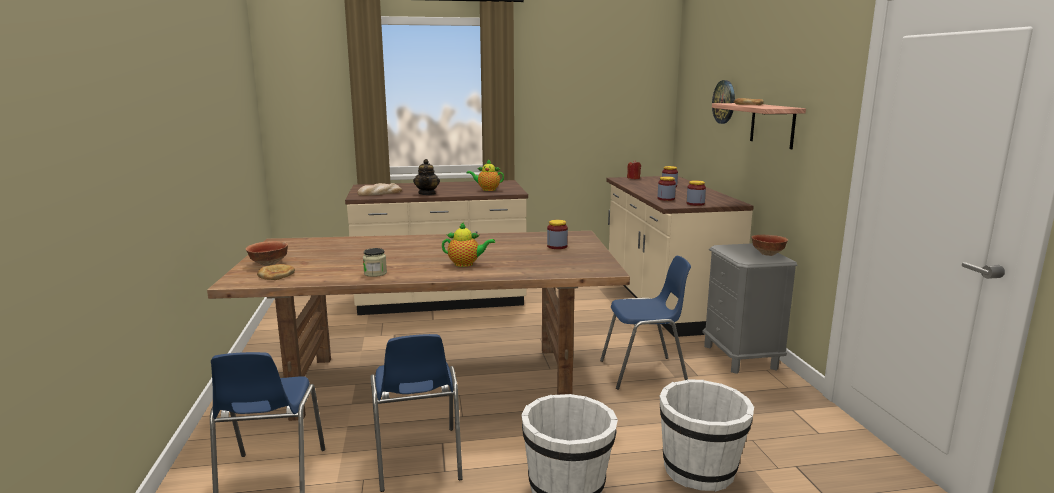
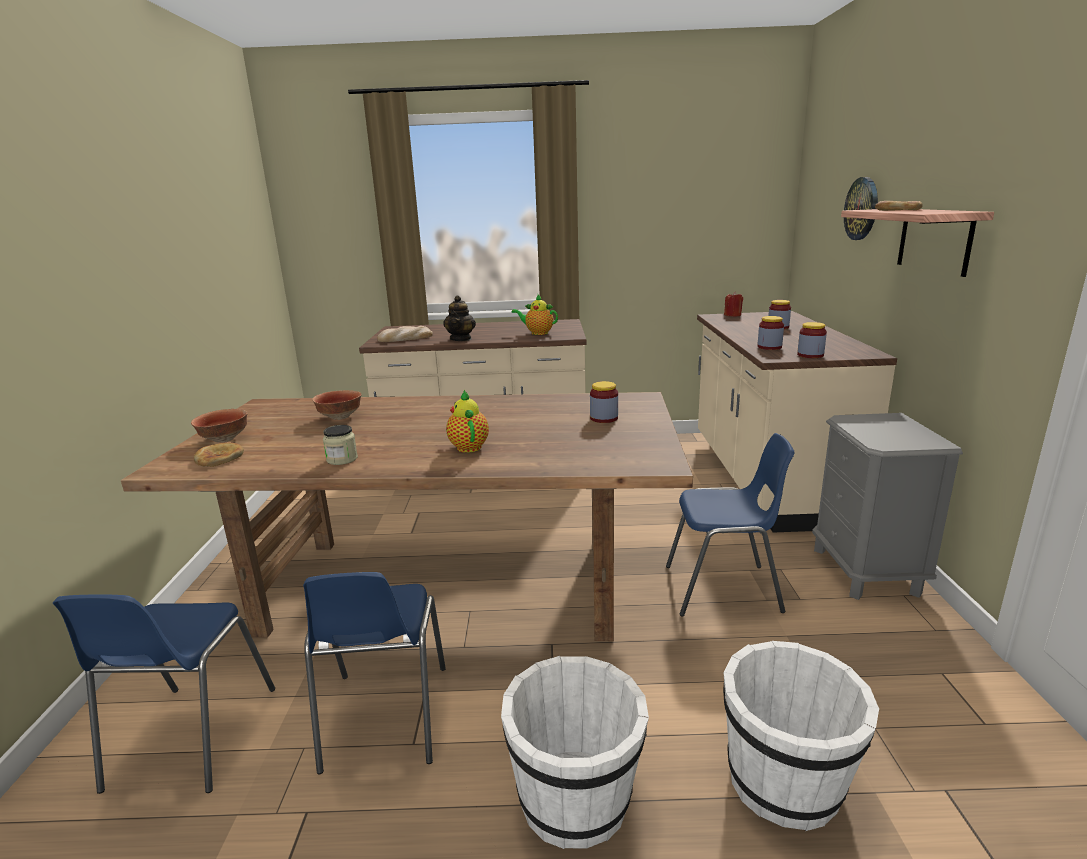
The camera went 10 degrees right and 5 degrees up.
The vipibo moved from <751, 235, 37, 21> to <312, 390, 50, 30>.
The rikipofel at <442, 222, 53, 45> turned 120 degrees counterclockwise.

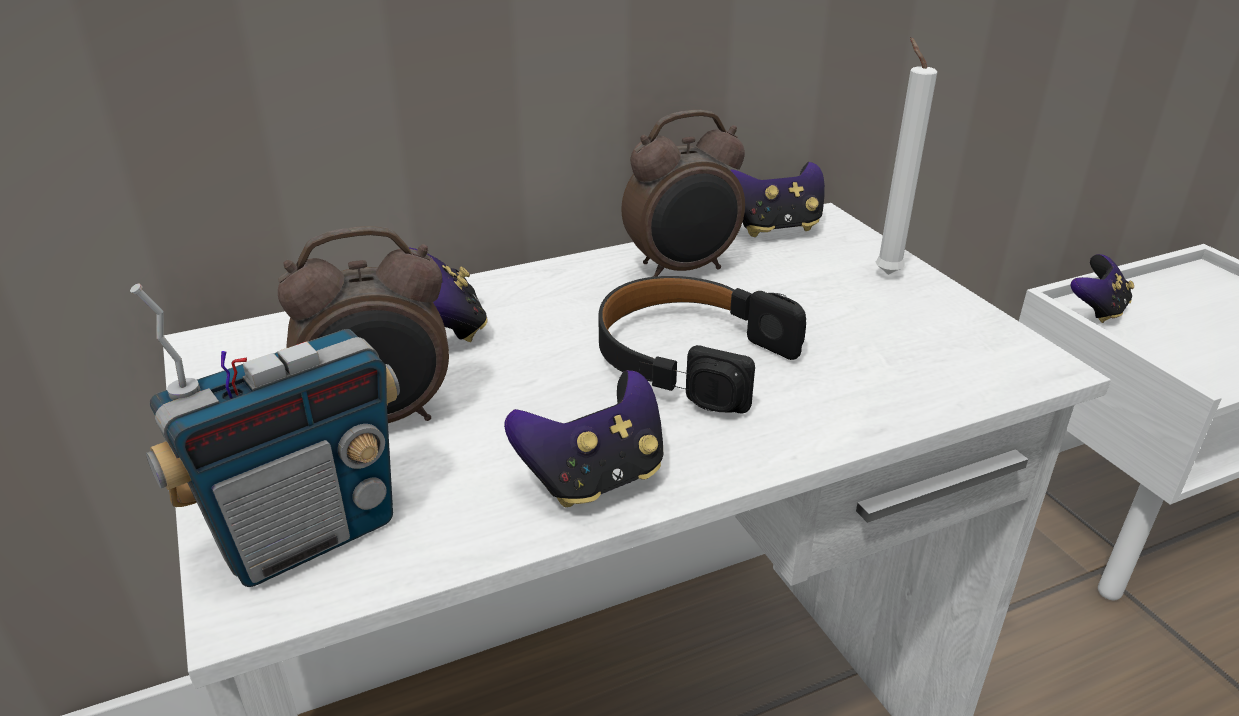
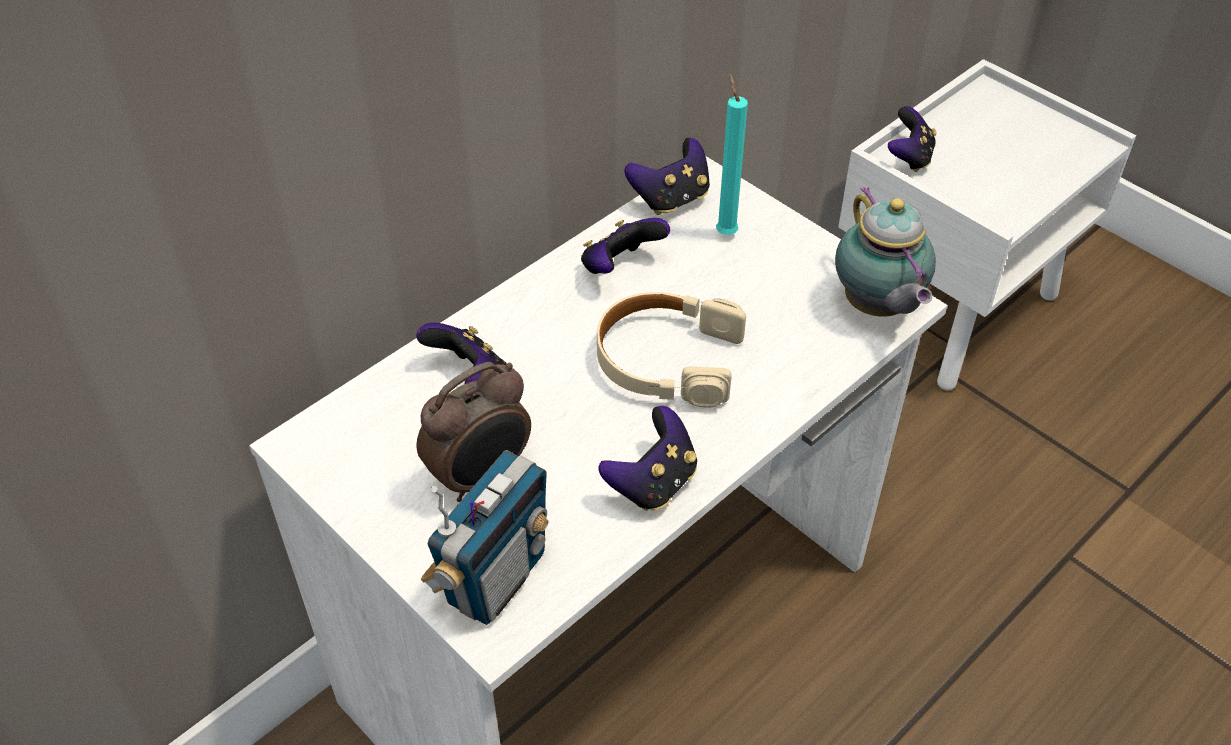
The camera went 20 degrees left and 15 degrees up.
The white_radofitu at <875, 37, 62, 238> disappeared.
The turquoise_radofitu at <716, 74, 32, 161> appeared.
The rikipofel at <835, 187, 101, 130> appeared.
The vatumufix at <621, 110, 124, 167> was replaced by the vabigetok at <581, 218, 89, 56>.
The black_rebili at <598, 276, 208, 137> became the beige_rebili at <597, 292, 149, 115>.

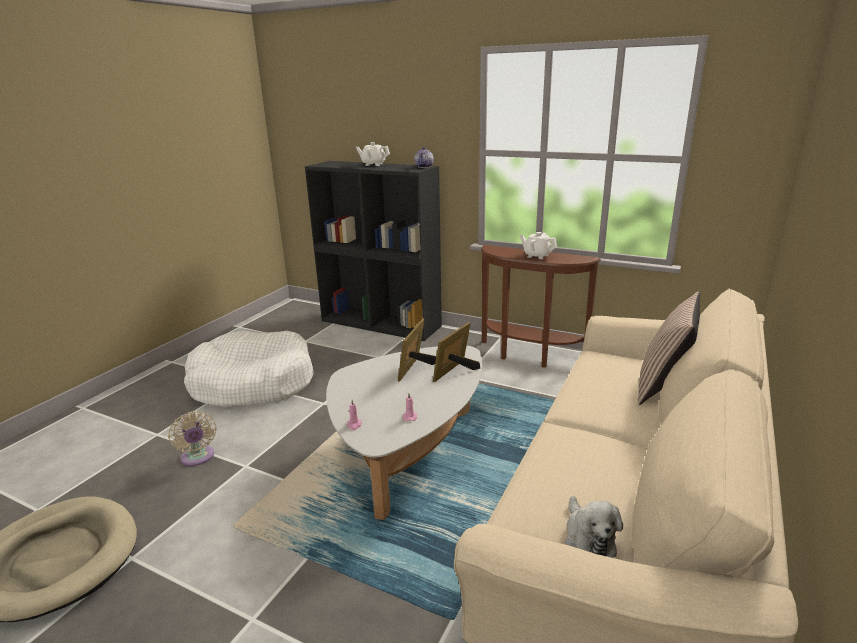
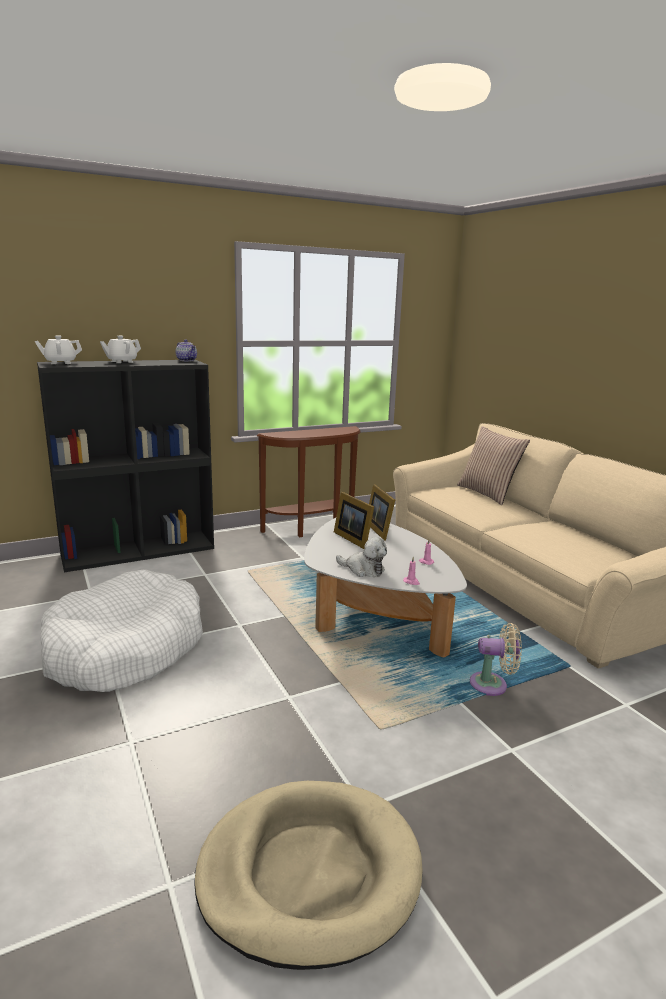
The camera went 55 degrees left and 5 degrees down.
The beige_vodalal moved from <168, 411, 49, 55> to <470, 623, 52, 73>.
The white_rikipofel moved from <520, 232, 37, 27> to <35, 335, 47, 29>.
The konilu moved from <565, 496, 58, 62> to <336, 537, 51, 40>.

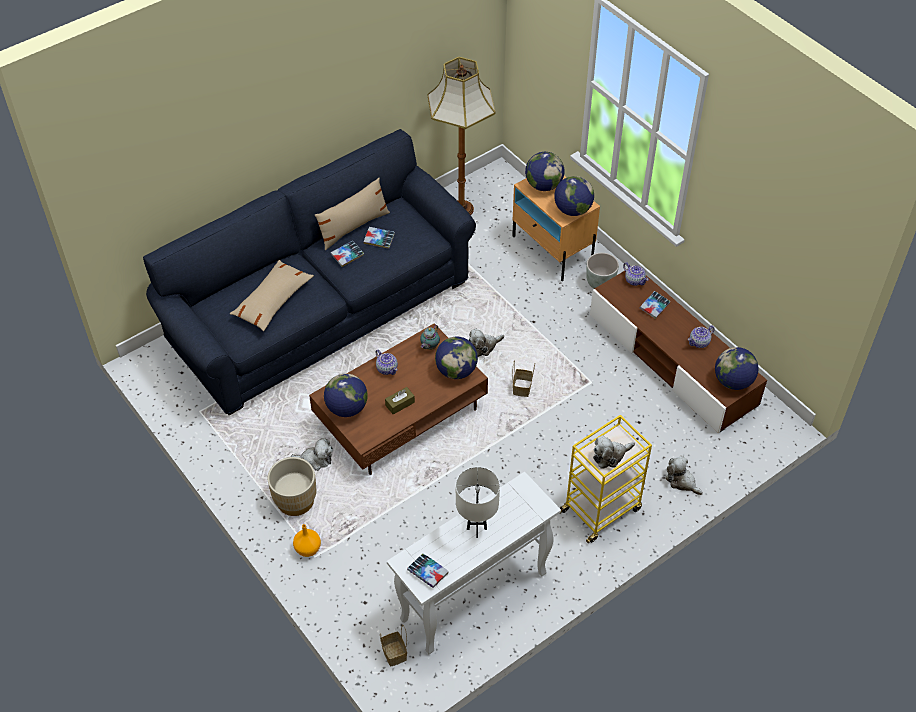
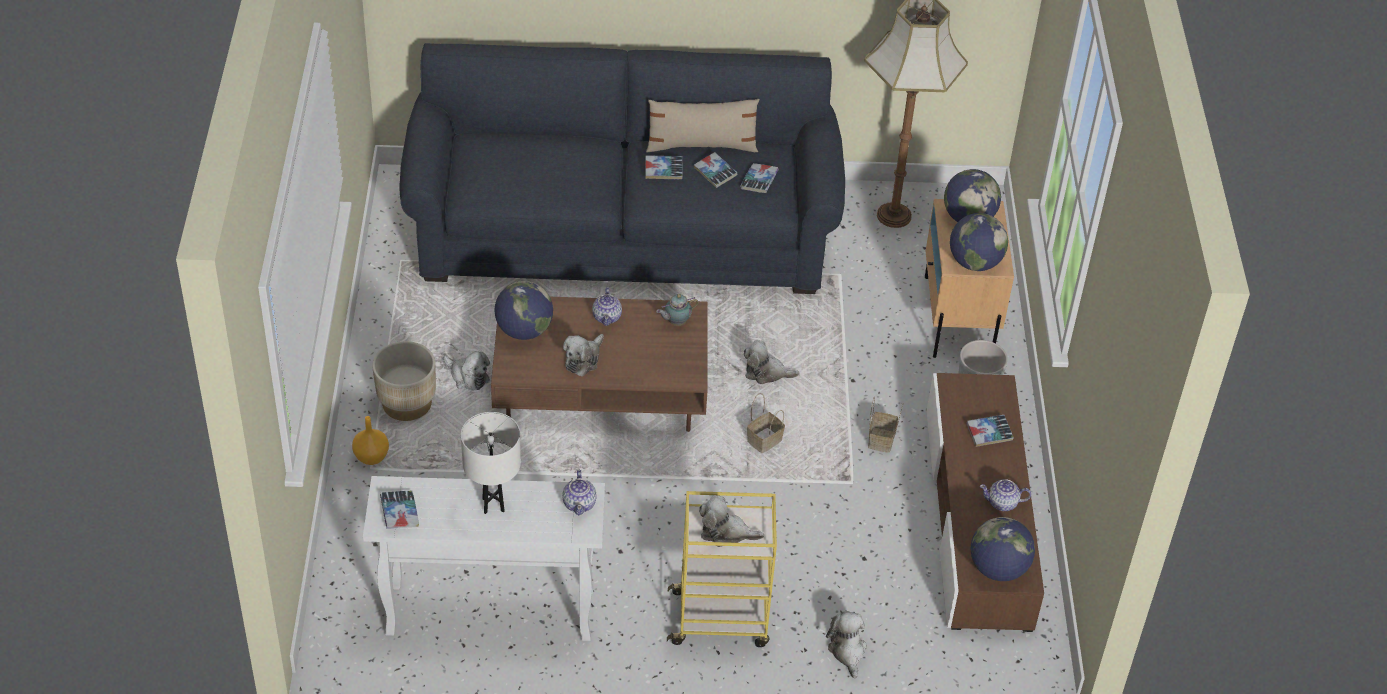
The camera went 35 degrees right and 5 degrees down.
The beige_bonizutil at <230, 260, 84, 71> disappeared.
The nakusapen at <435, 337, 43, 42> disappeared.
The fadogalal at <740, 163, 38, 30> appeared.
The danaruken moved from <380, 625, 27, 42> to <868, 397, 36, 56>.
The rikipofel moved from <623, 262, 26, 24> to <562, 470, 35, 45>.
The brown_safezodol at <385, 387, 30, 28> was replaced by the konilu at <563, 334, 41, 43>.

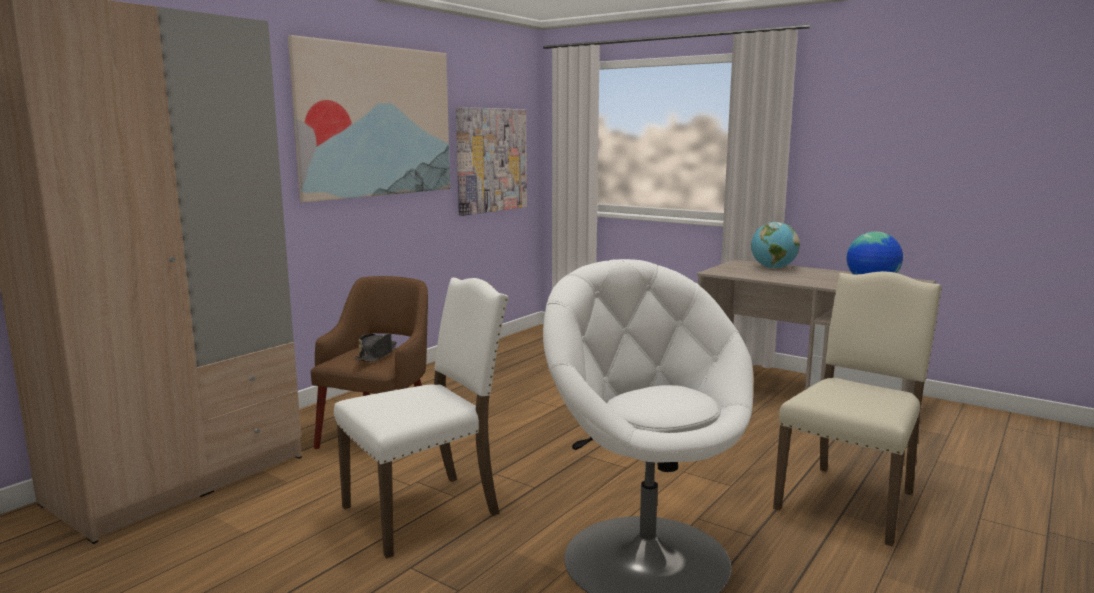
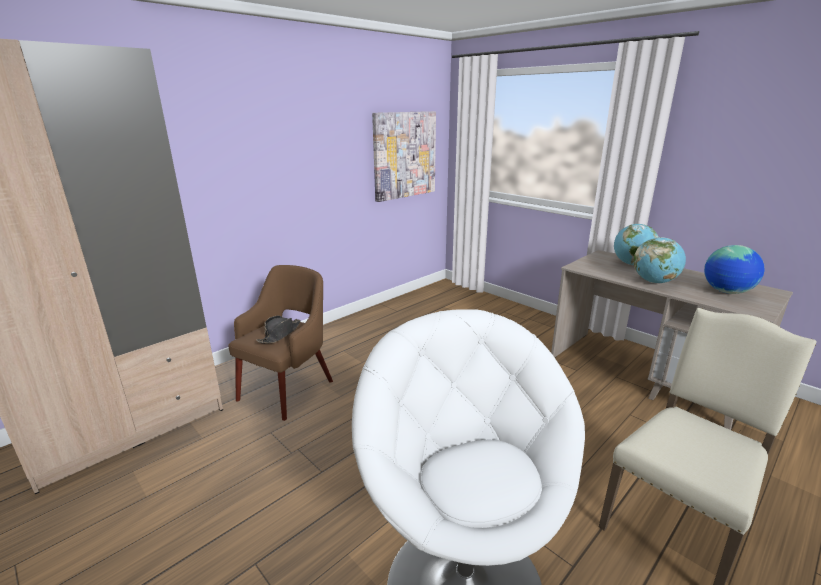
The camera went 10 degrees right and 10 degrees up.
The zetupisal at <288, 35, 162, 167> disappeared.
The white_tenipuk at <334, 278, 175, 280> disappeared.
The nakusapen at <634, 237, 52, 47> appeared.

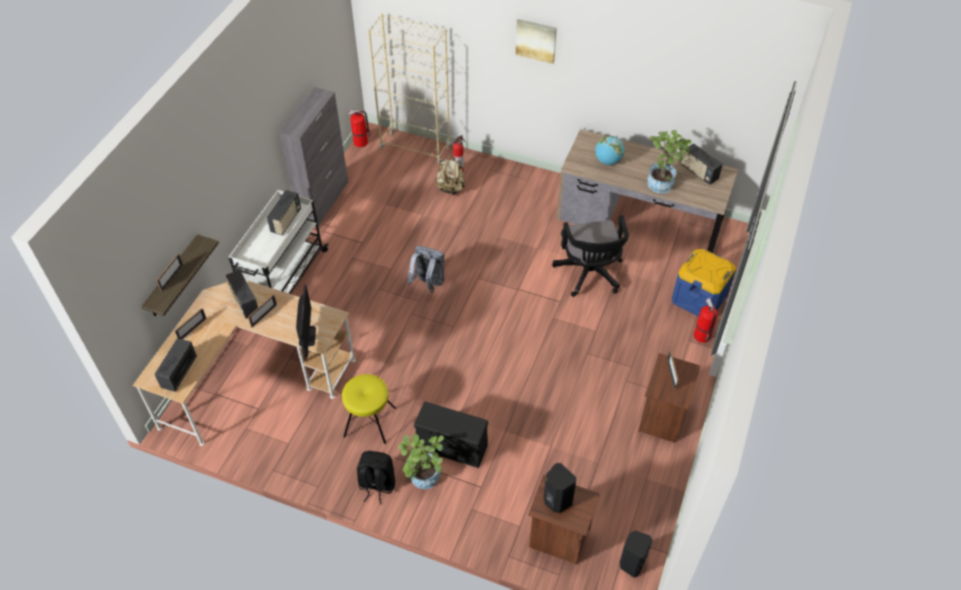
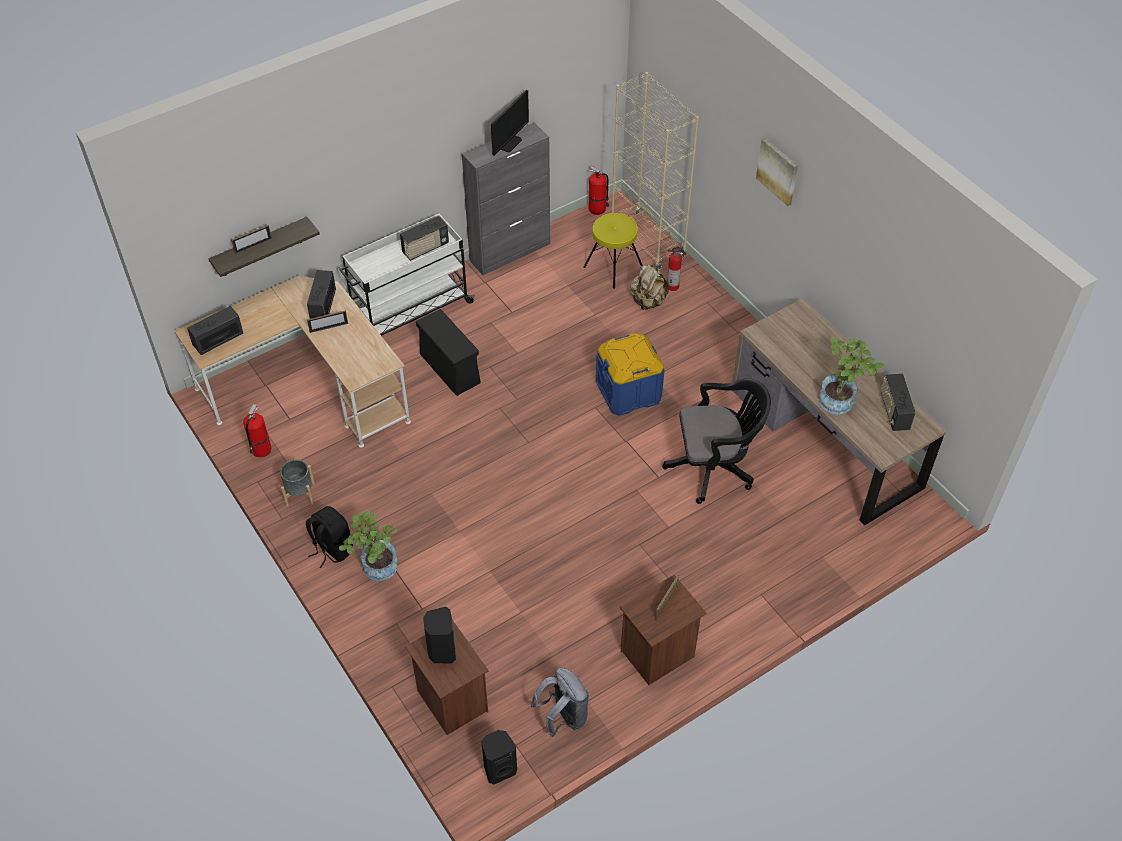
The camera went 35 degrees right and 0 degrees up.
The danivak at <175, 308, 32, 31> disappeared.
The nakusapen at <595, 136, 29, 29> disappeared.
The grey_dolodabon at <280, 459, 35, 47> appeared.
The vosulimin moved from <296, 285, 20, 72> to <491, 90, 38, 66>.
The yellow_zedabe moved from <342, 374, 54, 70> to <583, 213, 60, 76>.
The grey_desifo moved from <407, 246, 38, 47> to <531, 668, 58, 69>.
The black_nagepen moved from <414, 402, 74, 66> to <416, 309, 65, 87>.
The blue_nagepen moved from <672, 249, 64, 68> to <596, 333, 68, 83>.
The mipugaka moved from <694, 298, 24, 45> to <243, 404, 29, 53>.
The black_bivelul at <552, 215, 77, 82> turned 120 degrees counterclockwise.

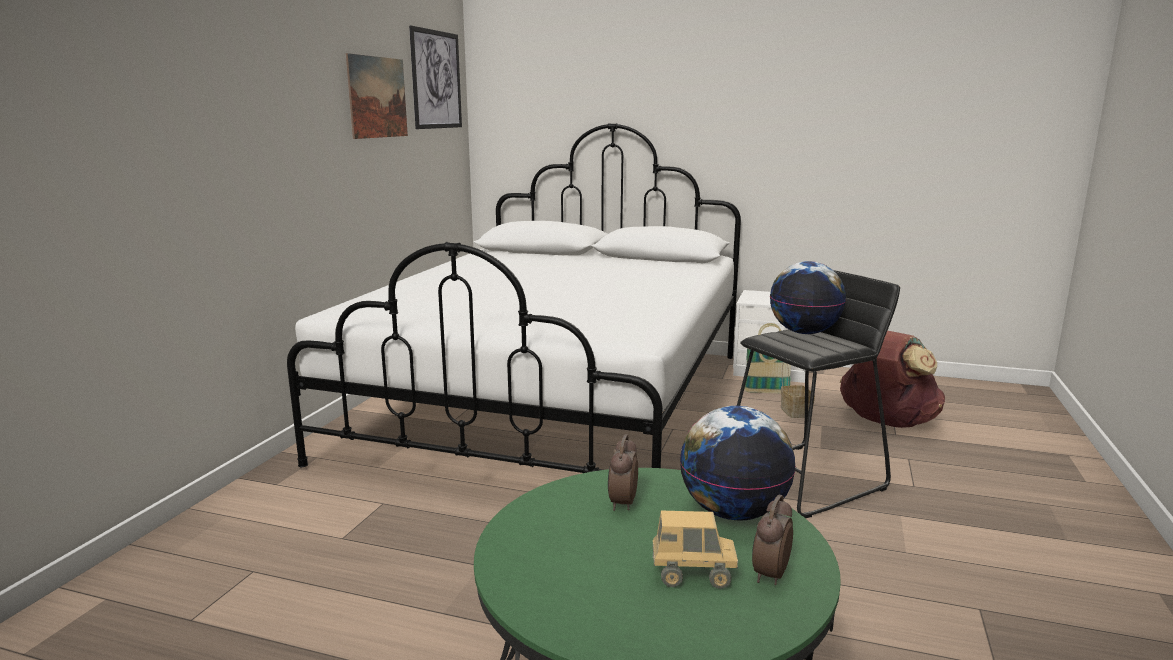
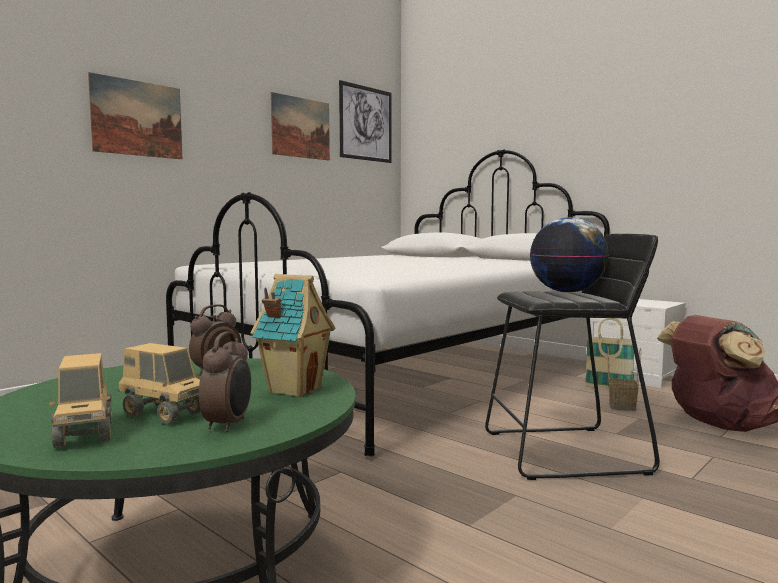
The camera went 25 degrees right and 10 degrees down.
The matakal at <49, 353, 63, 95> appeared.
The zetupisal at <88, 72, 94, 87> appeared.
The nakusapen at <680, 406, 116, 114> was replaced by the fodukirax at <250, 274, 85, 123>.
The vatumufix at <752, 495, 41, 90> turned 135 degrees clockwise.

